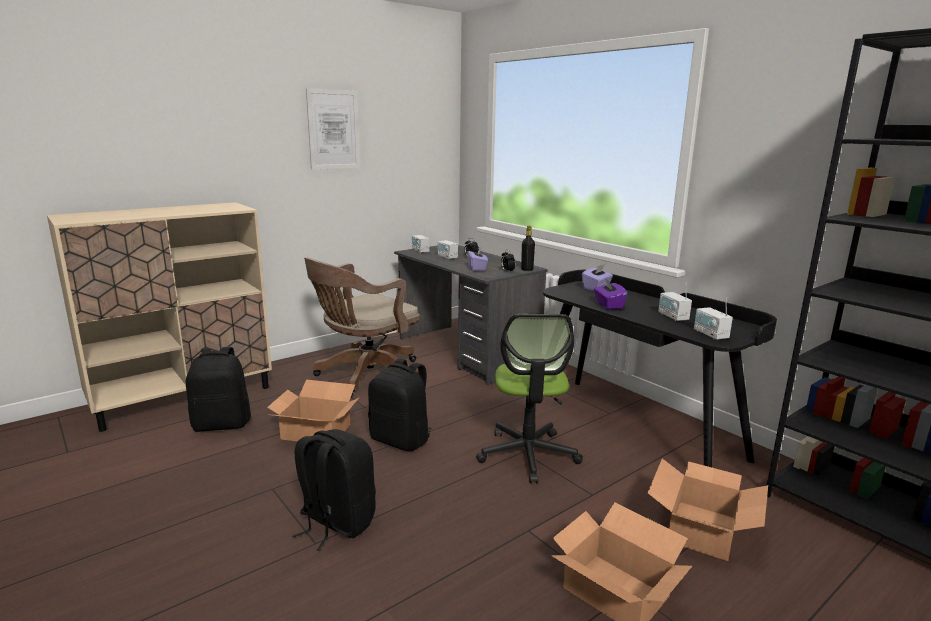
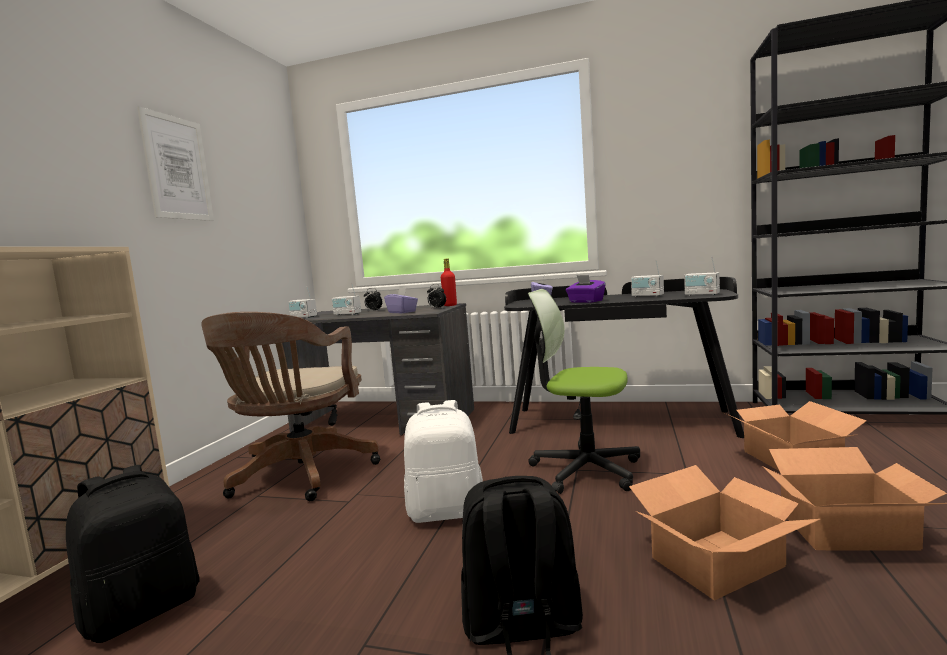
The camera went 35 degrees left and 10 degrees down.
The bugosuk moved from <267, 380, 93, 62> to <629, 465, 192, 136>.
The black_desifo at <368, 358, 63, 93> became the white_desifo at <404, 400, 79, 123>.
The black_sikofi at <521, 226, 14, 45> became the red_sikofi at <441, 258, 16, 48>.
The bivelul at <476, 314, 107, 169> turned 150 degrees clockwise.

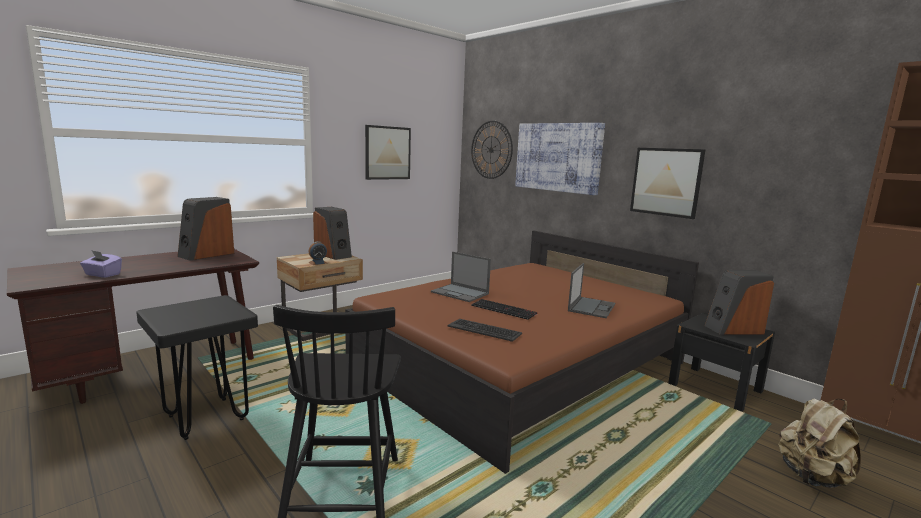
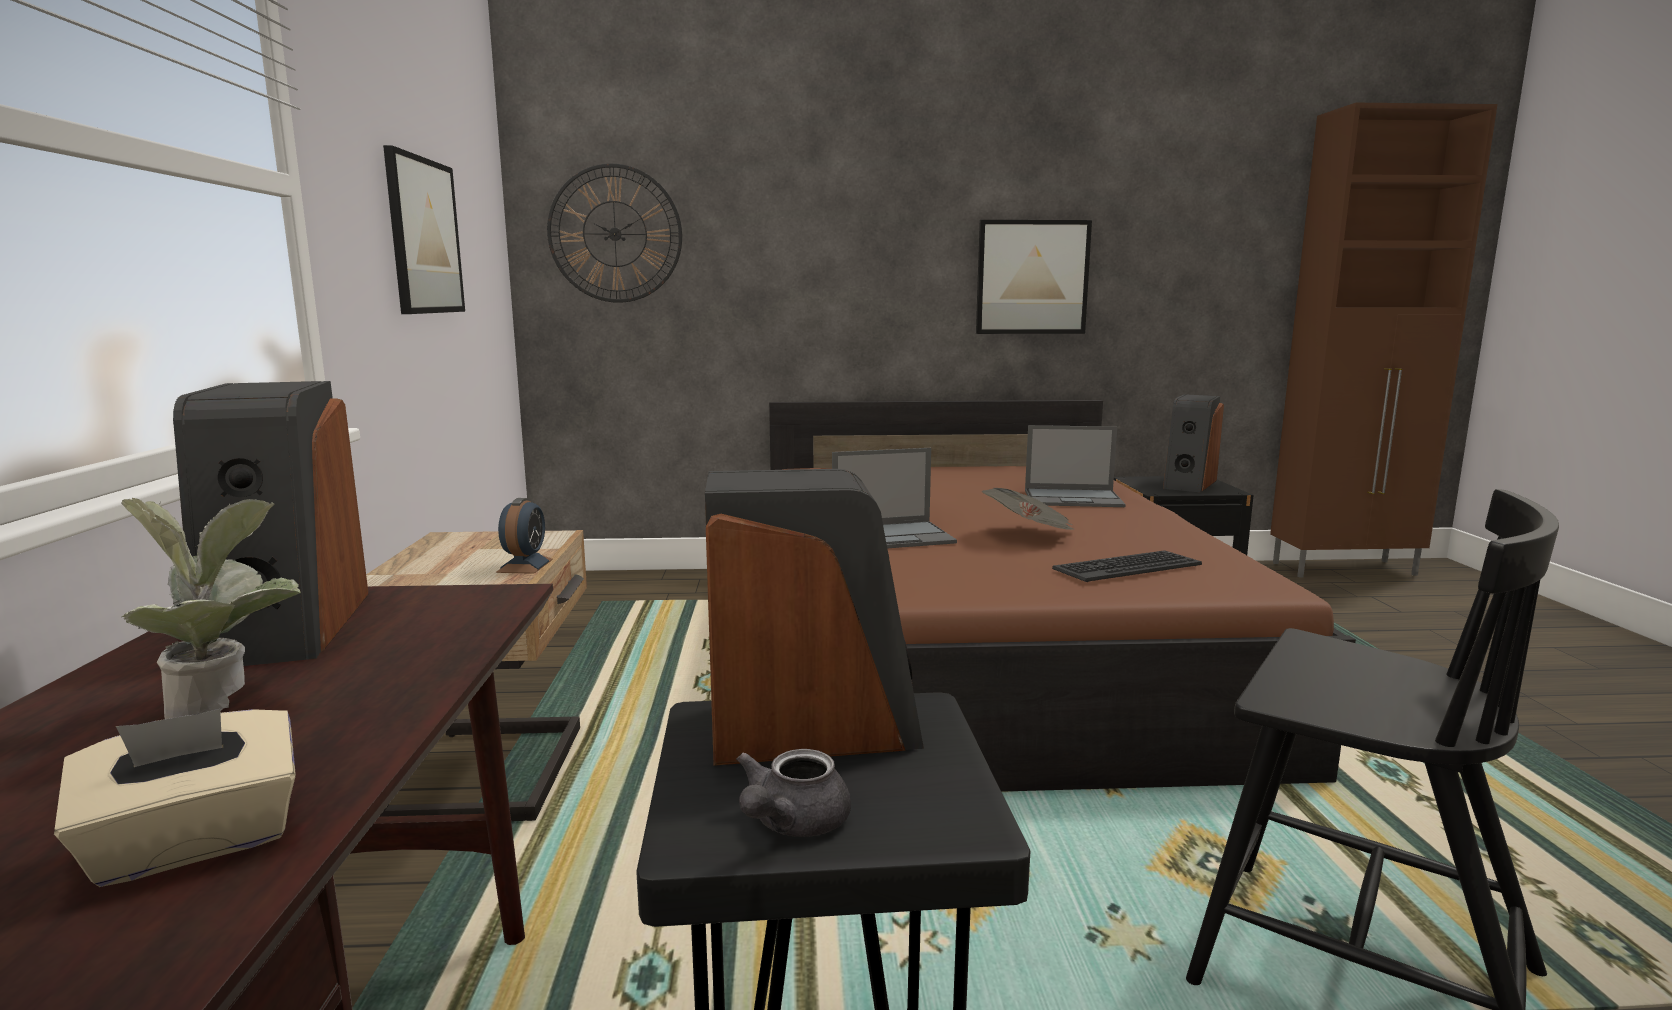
The camera went 50 degrees left and 0 degrees up.
The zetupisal at <515, 123, 90, 72> disappeared.
The beige_desifo at <778, 398, 83, 90> disappeared.
The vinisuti at <121, 498, 180, 221> appeared.
The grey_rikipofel at <736, 749, 115, 88> appeared.
The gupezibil moved from <313, 207, 39, 53> to <705, 469, 219, 297>.
The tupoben at <471, 299, 67, 21> was replaced by the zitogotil at <982, 488, 91, 42>.
The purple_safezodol at <80, 251, 42, 27> became the beige_safezodol at <54, 709, 242, 178>.
The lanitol at <568, 263, 47, 55> turned 120 degrees clockwise.

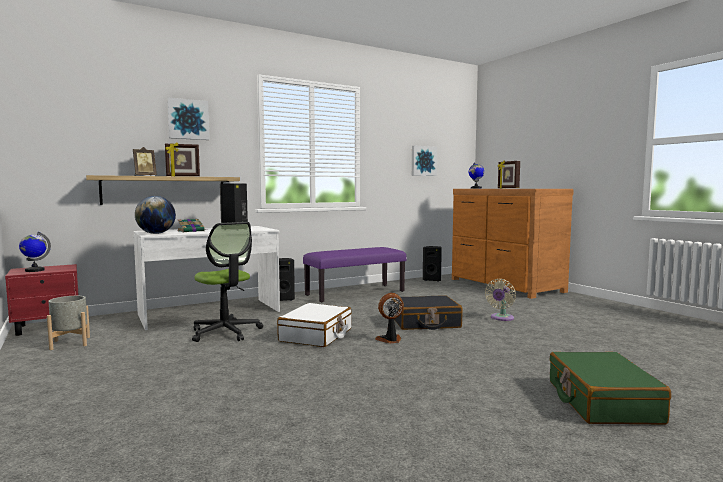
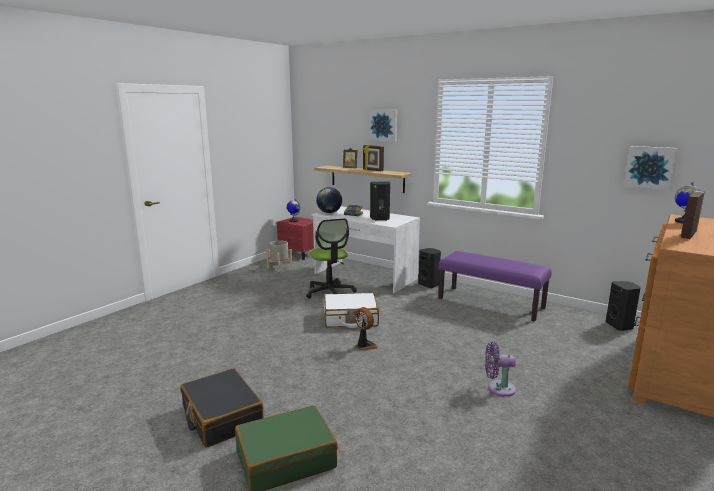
The camera went 65 degrees right and 10 degrees up.
The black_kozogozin moved from <392, 295, 70, 35> to <180, 368, 84, 80>.
The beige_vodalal at <485, 279, 31, 42> became the purple_vodalal at <485, 342, 31, 55>.
The bivelul at <192, 222, 71, 120> turned 45 degrees counterclockwise.

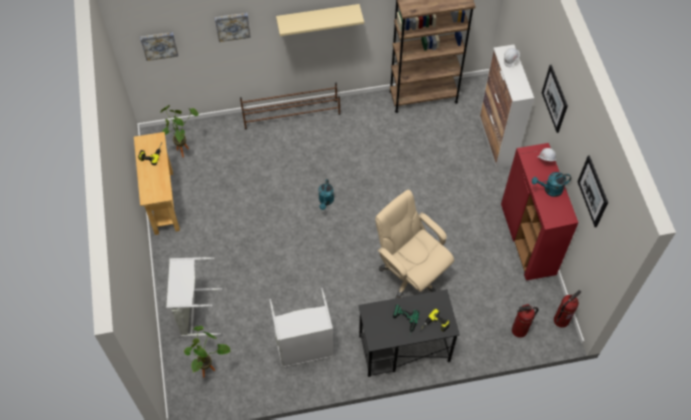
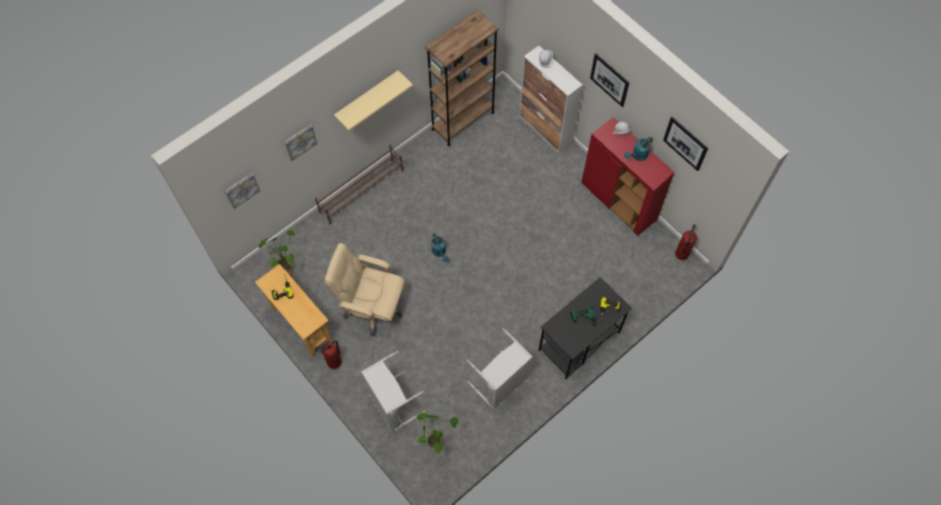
The camera went 30 degrees left and 5 degrees up.
The beige_bivelul moved from <375, 189, 79, 110> to <324, 243, 81, 93>.
The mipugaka moved from <512, 304, 27, 34> to <319, 340, 23, 29>.

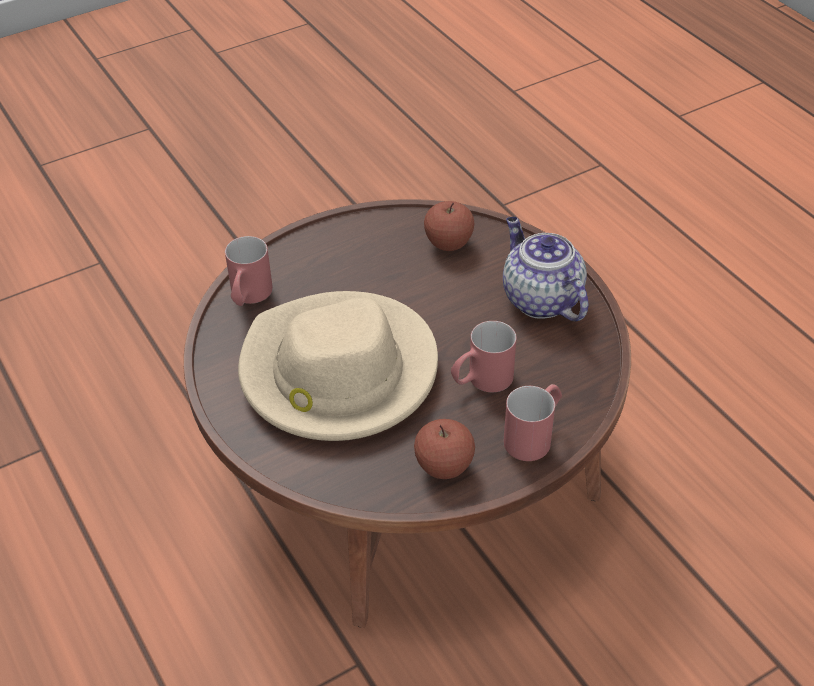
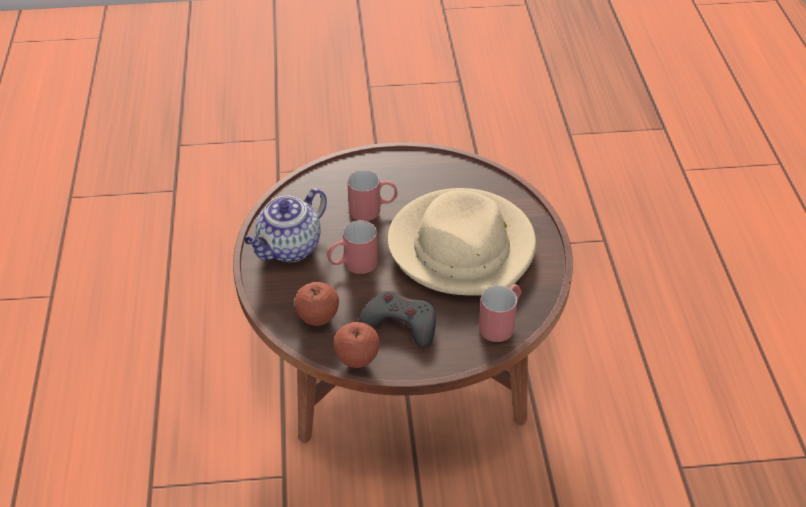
The camera went 155 degrees left and 0 degrees up.
The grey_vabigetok at <358, 291, 78, 57> appeared.
The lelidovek moved from <414, 419, 61, 60> to <333, 322, 47, 46>.
The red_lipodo moved from <504, 384, 58, 77> to <327, 220, 51, 54>.
The rikipofel at <503, 217, 86, 105> turned 45 degrees clockwise.

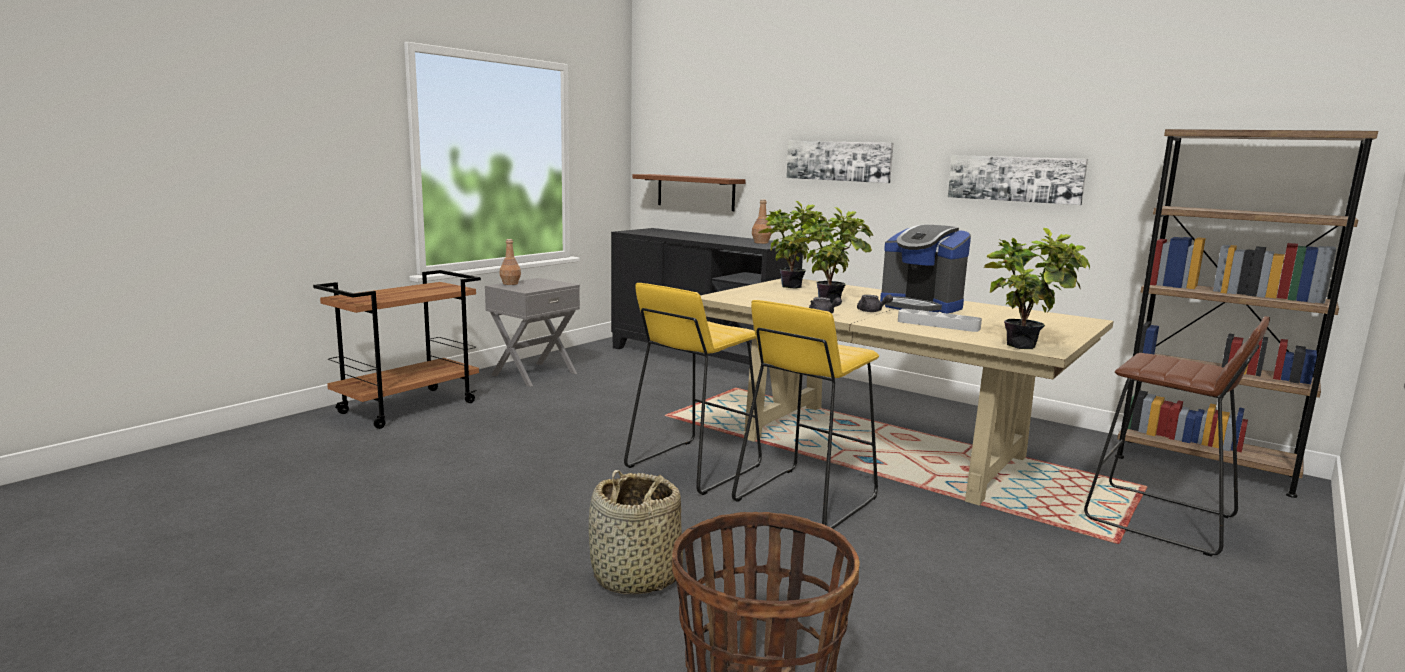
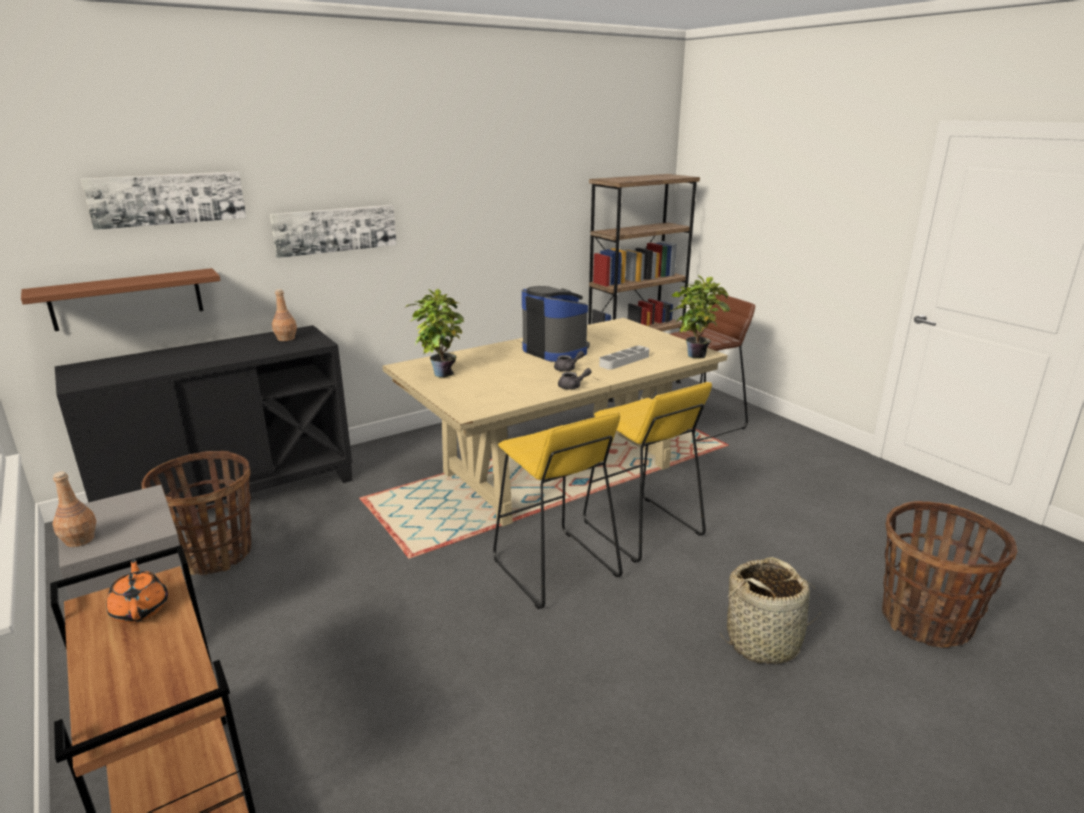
The camera went 70 degrees left and 10 degrees up.
The vinisuti at <792, 207, 81, 97> disappeared.
The orange_rikipofel at <106, 558, 62, 65> appeared.
The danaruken at <142, 451, 109, 124> appeared.
The zetupisal moved from <948, 155, 140, 50> to <81, 171, 165, 59>.
The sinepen at <880, 224, 91, 90> turned 105 degrees counterclockwise.

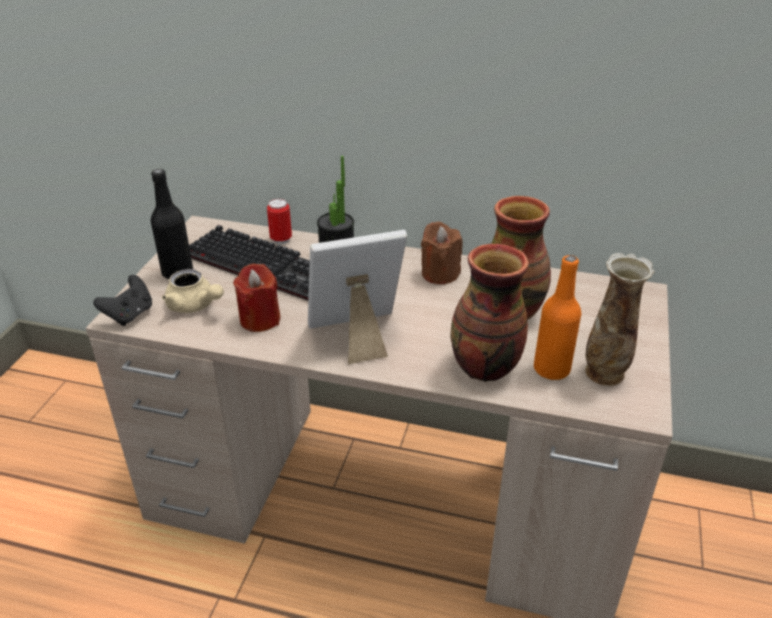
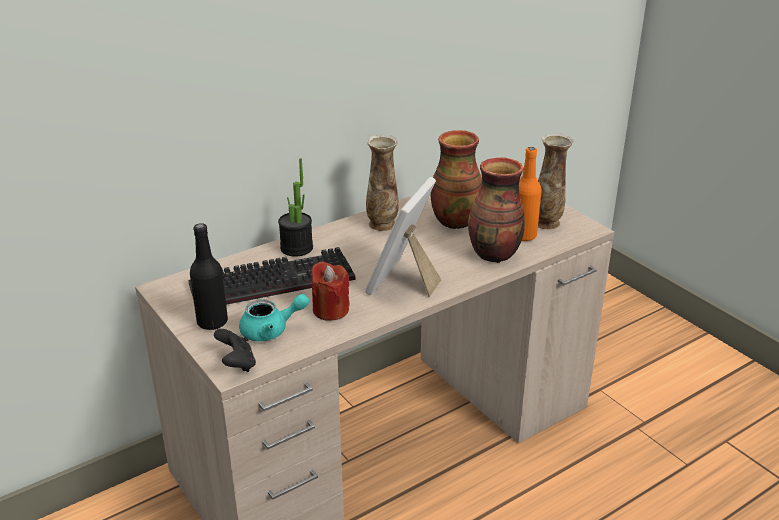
The camera went 50 degrees left and 5 degrees down.
The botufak at <267, 199, 25, 45> disappeared.
The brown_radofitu at <421, 221, 41, 63> was replaced by the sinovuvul at <366, 135, 33, 96>.
The beige_rikipofel at <162, 269, 62, 44> became the turquoise_rikipofel at <239, 294, 70, 47>.

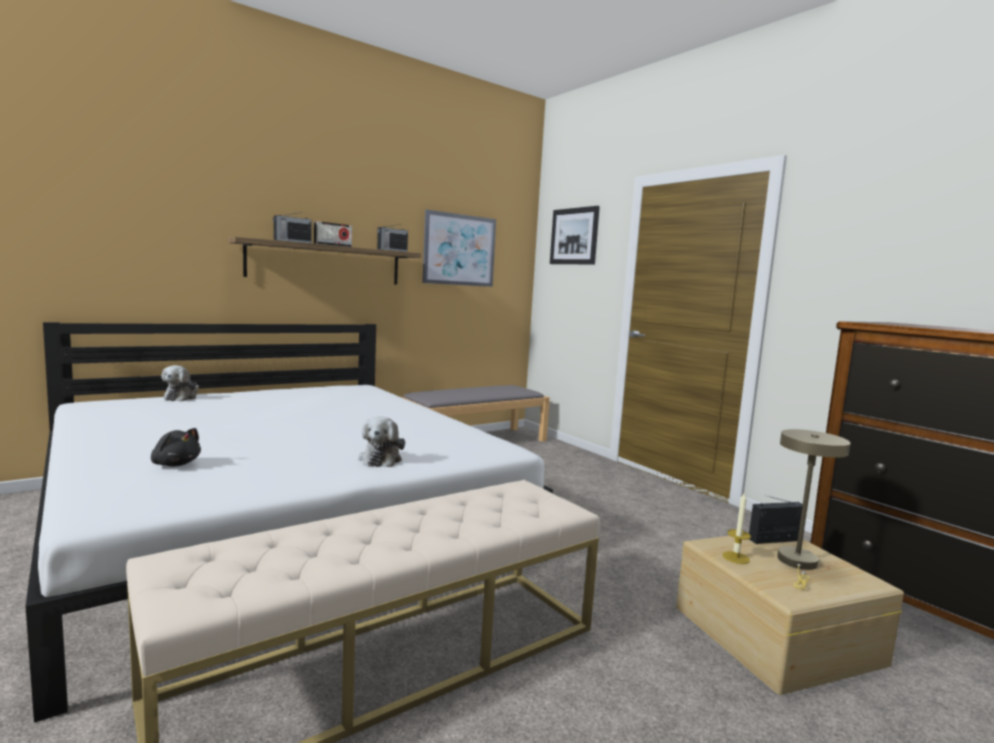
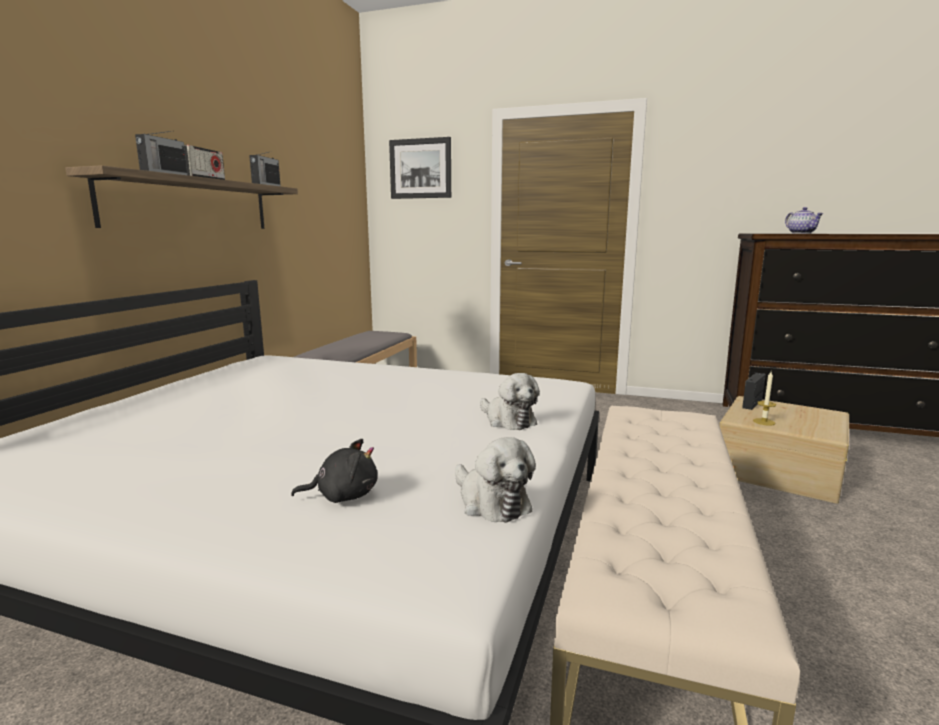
The camera went 35 degrees left and 5 degrees up.
The zetupisal at <422, 210, 74, 77> disappeared.
The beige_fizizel at <777, 429, 73, 160> disappeared.
The rikipofel at <785, 207, 39, 27> appeared.
The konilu moved from <162, 365, 37, 37> to <455, 437, 81, 86>.

